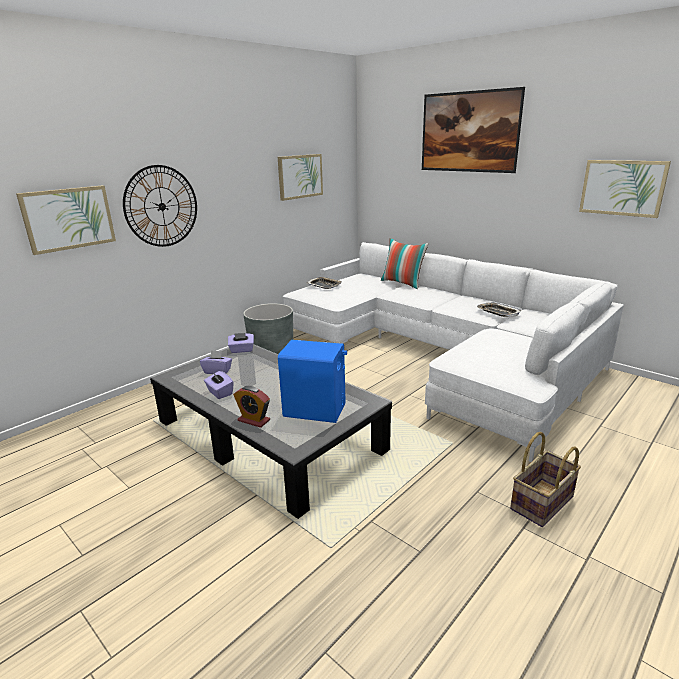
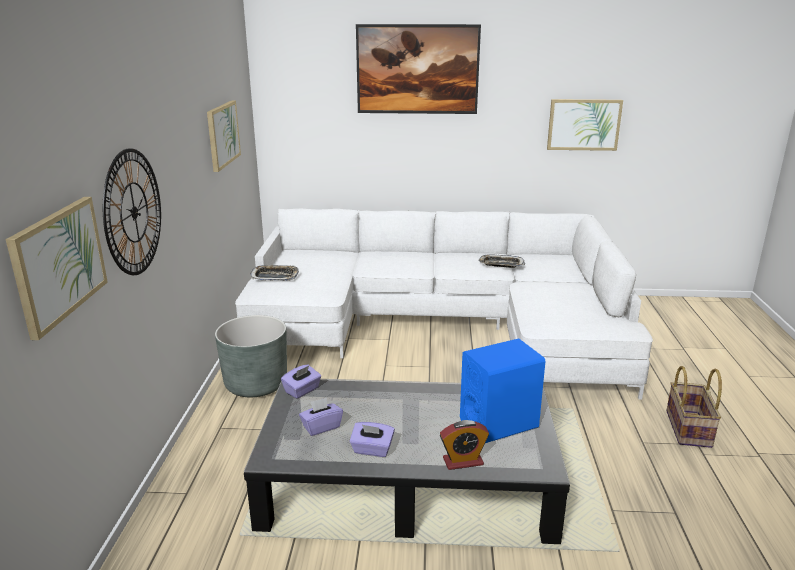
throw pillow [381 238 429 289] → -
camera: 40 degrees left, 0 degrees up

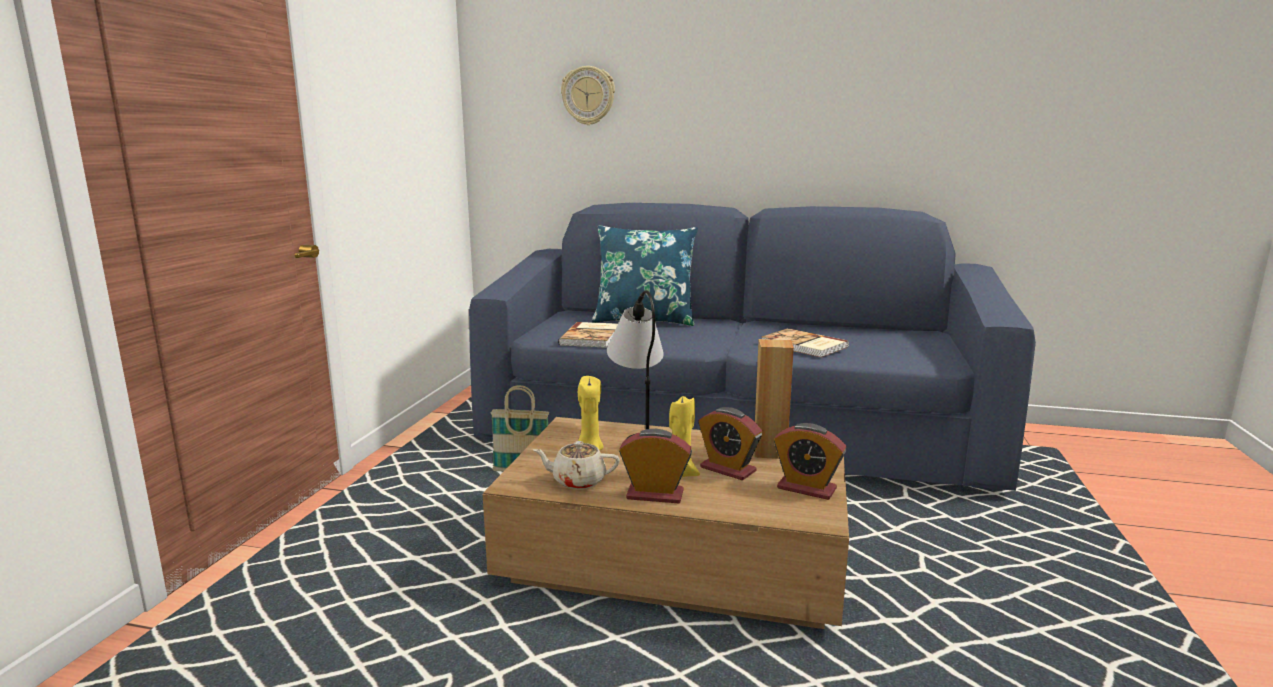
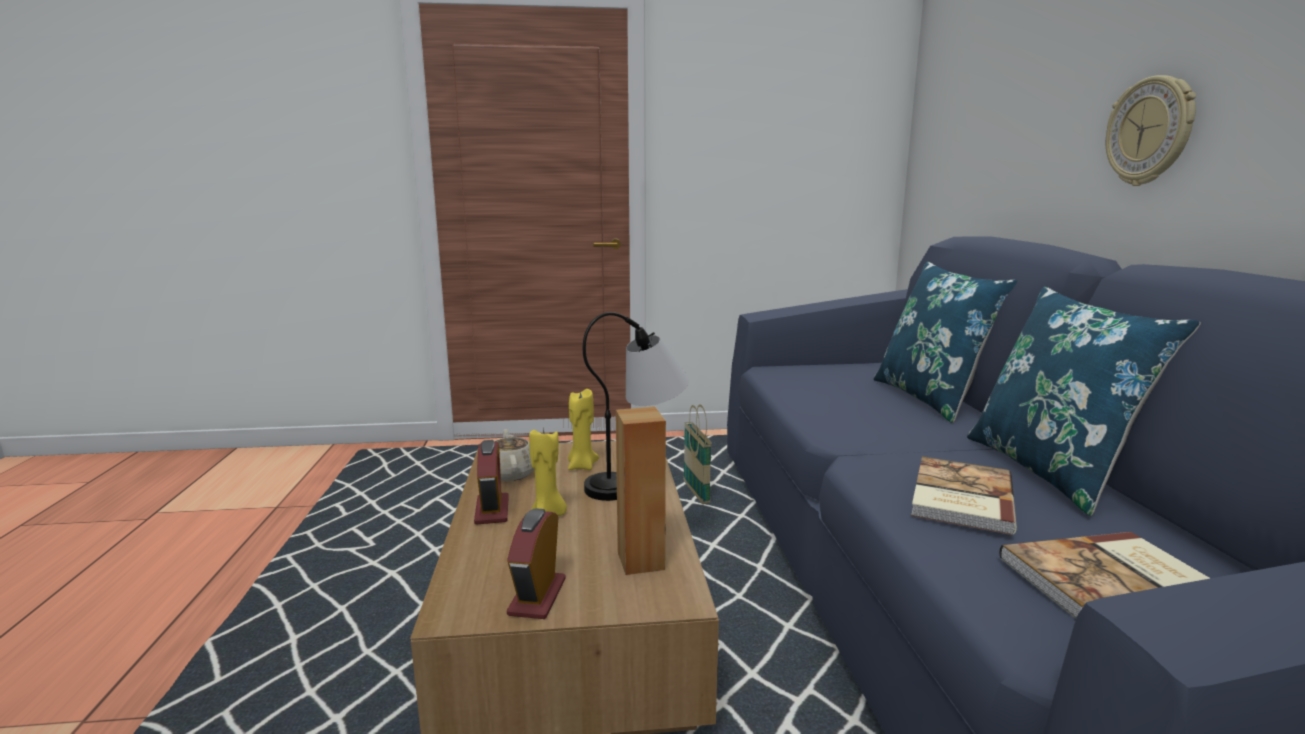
- → blue throw pillow [967 287 1201 516]
bound book [558 322 618 348] → bound book [999 532 1210 619], shifted
wall clock [561 66 615 125] → wall clock [1106 75 1196 186], shifted
bedside clock [698 407 762 481] → -
camera: 70 degrees right, 0 degrees up

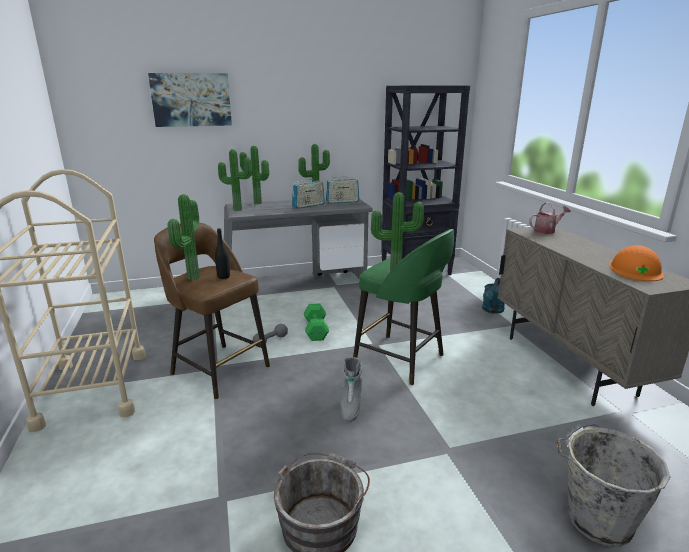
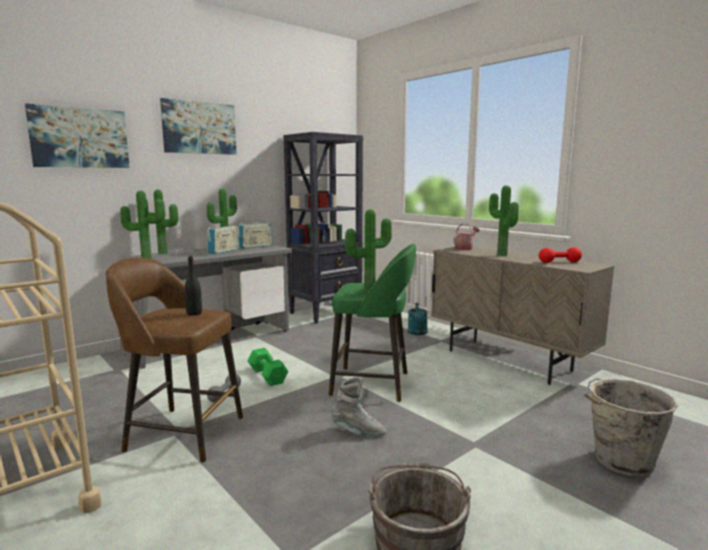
- → picture [160 98 237 155]
greyish high-top boot [340 357 362 422] → greyish high-top boot [331 377 386 436], 60 degrees counterclockwise
potted plant [168 194 200 280] → potted plant [489 185 519 256], shifted
orange safety helmet [609 245 664 281] → reddish free weight [539 247 582 263]
camera: 25 degrees left, 10 degrees down

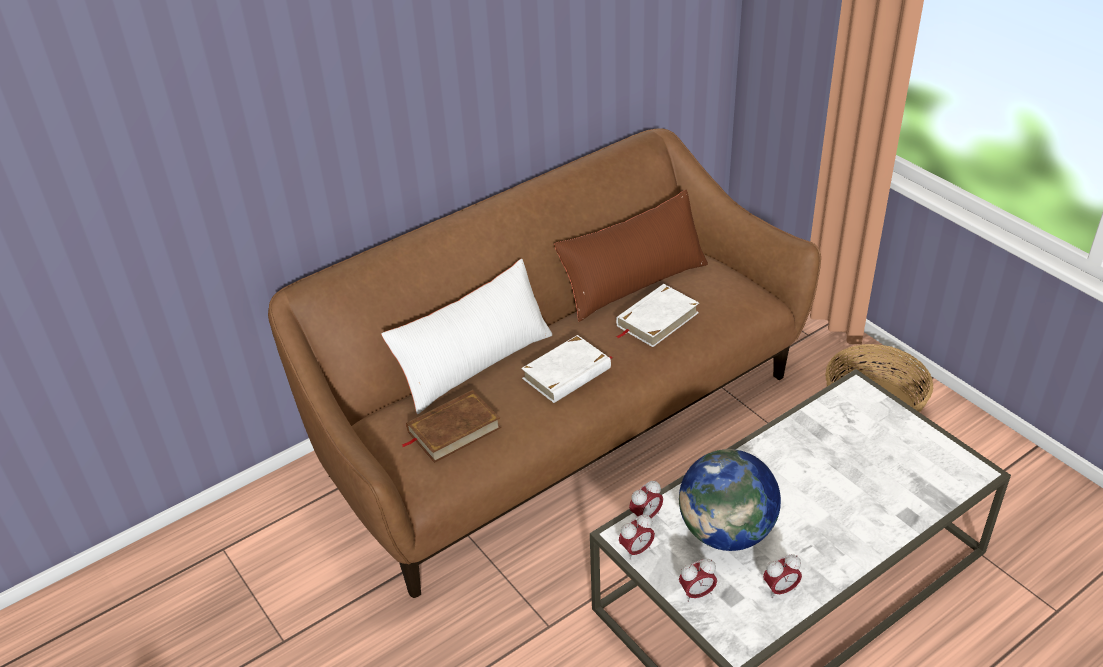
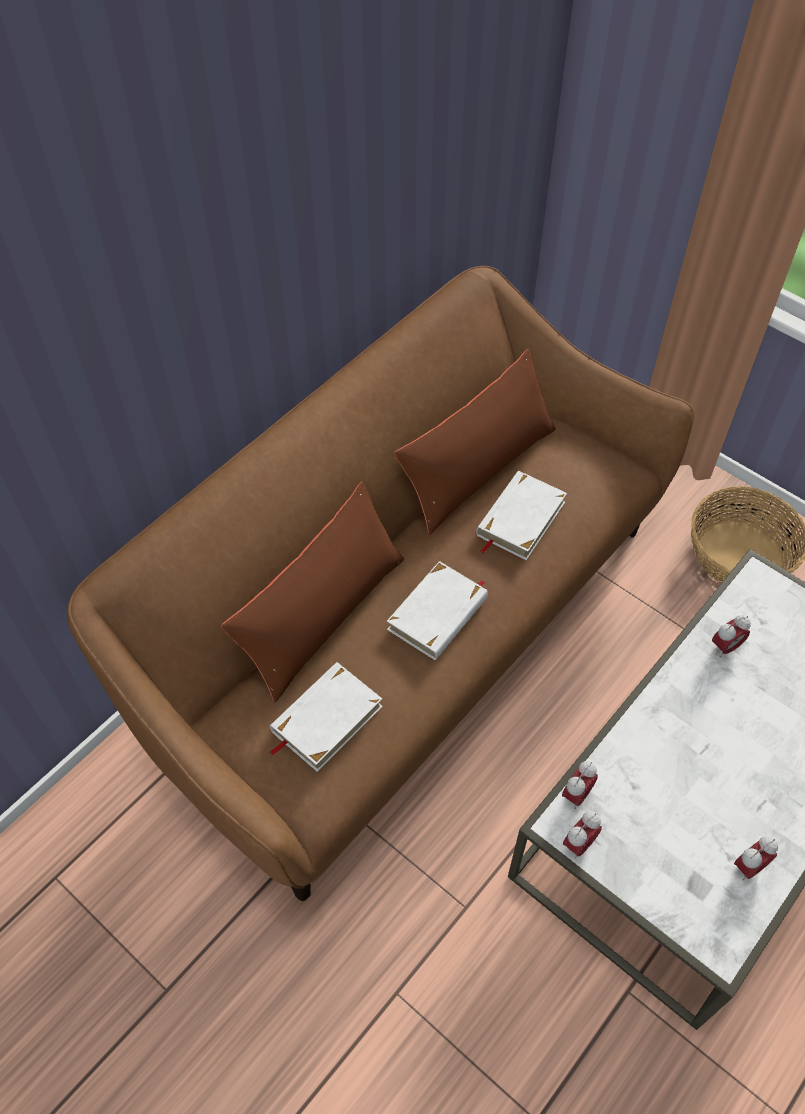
whitish throw pillow [381 259 553 414] → brown-coloured throw pillow [221 482 404 702]
brown-coloured bound book [402 390 501 463] → whitish bound book [269 662 383 772]
bedside clock [679 559 717 602] → bedside clock [712 615 751 657], shifted
desk globe [679 449 781 551] → -
camera: 15 degrees left, 15 degrees up

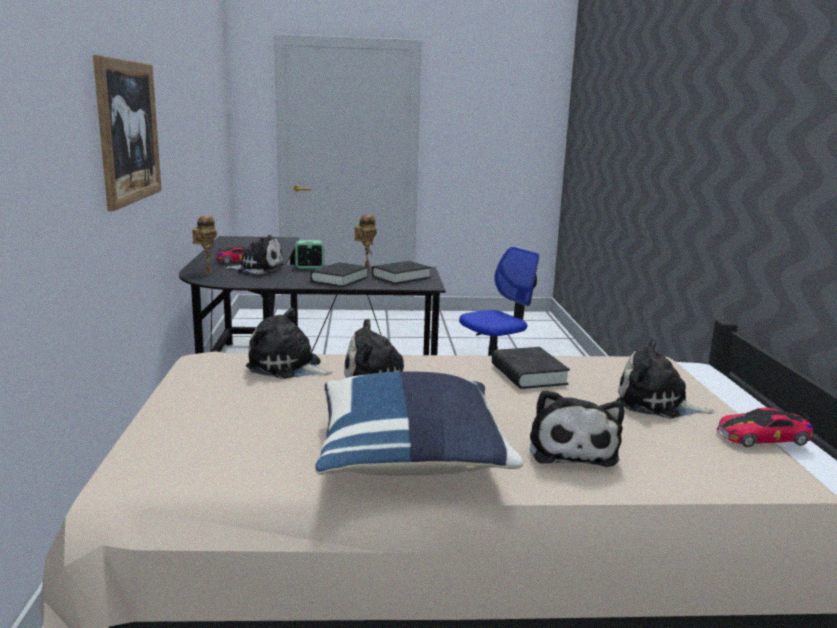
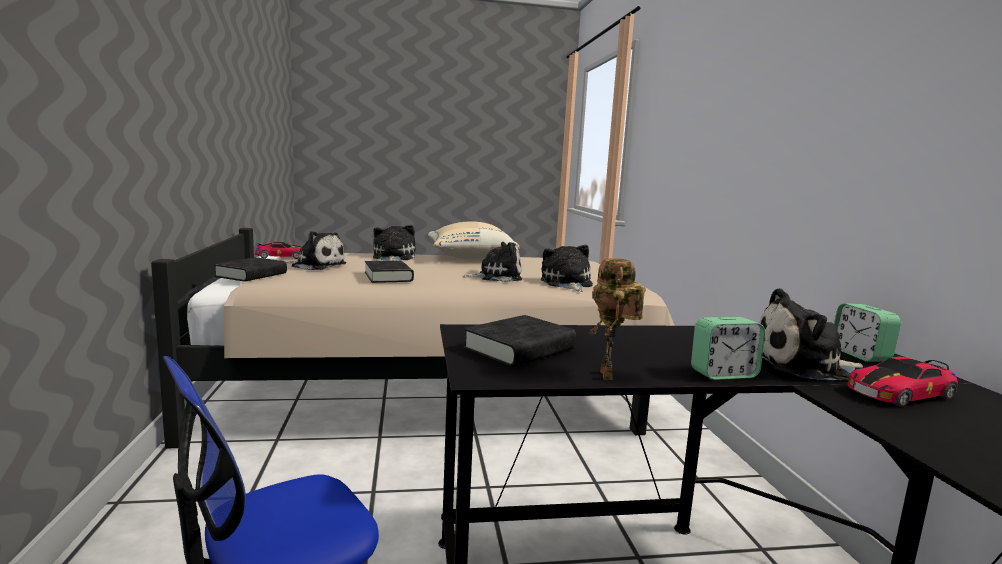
black bound book [310 262 368 287] → black bound book [214 257 287 282], shifted
blue throw pillow [315 372 523 476] → beige-coloured throw pillow [428 222 520 260]
plush toy [246 308 333 379] → plush toy [541 245 593 292], 120 degrees counterclockwise
model robot [192 216 217 274] → bedside clock [834 303 901 362]
picture [93 55 162 211] → -
camera: 175 degrees right, 5 degrees down

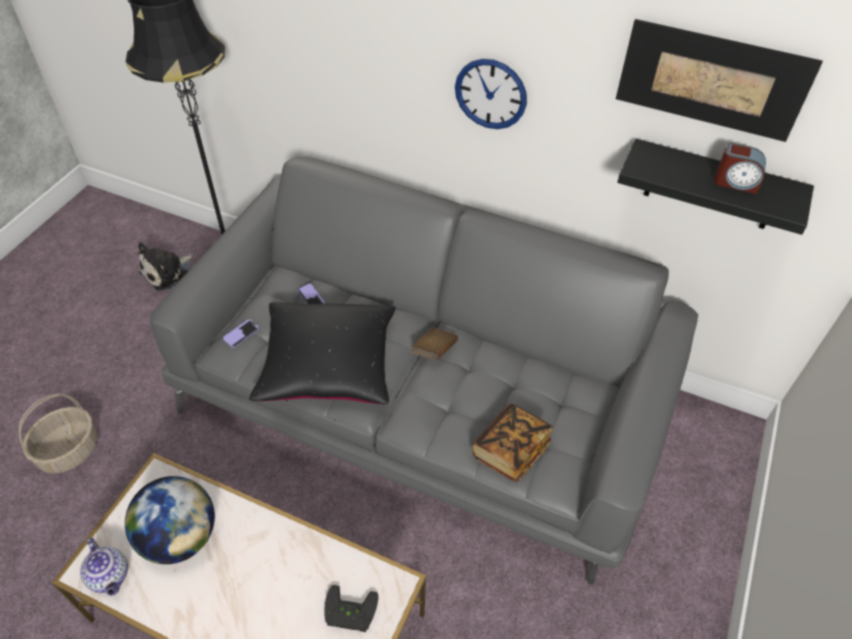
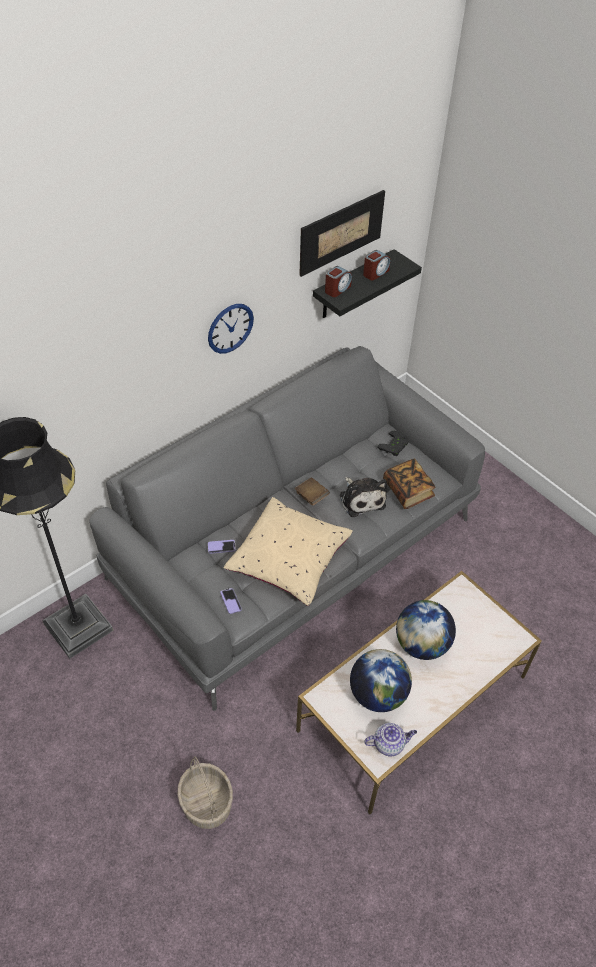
black throw pillow [249 302 396 404] → beige-coloured throw pillow [224 497 353 606]
- → bedside clock [325 266 352 297]
plush toy [138 242 193 291] → plush toy [340 477 387 517], shifted
black gamepad [324 585 378 632] → black gamepad [377 431 409 456], shifted
- → desk globe [396 600 456 660]
camera: 65 degrees left, 0 degrees up

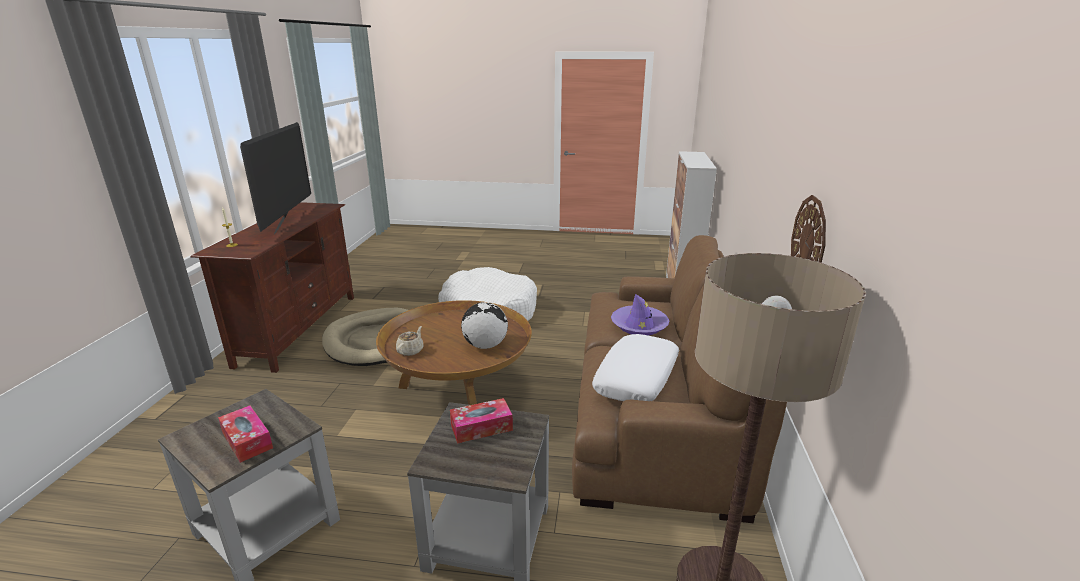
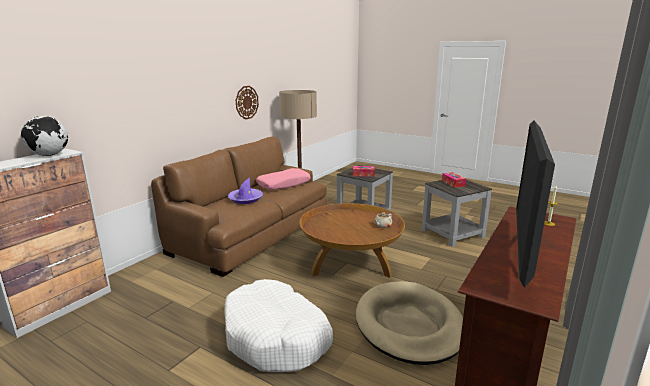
desk globe [461 302 508 349] → desk globe [21 116 68 156], shifted
whitish throw pillow [592 334 679 401] → pinkish throw pillow [256 168 311 190]
camera: 155 degrees left, 5 degrees down

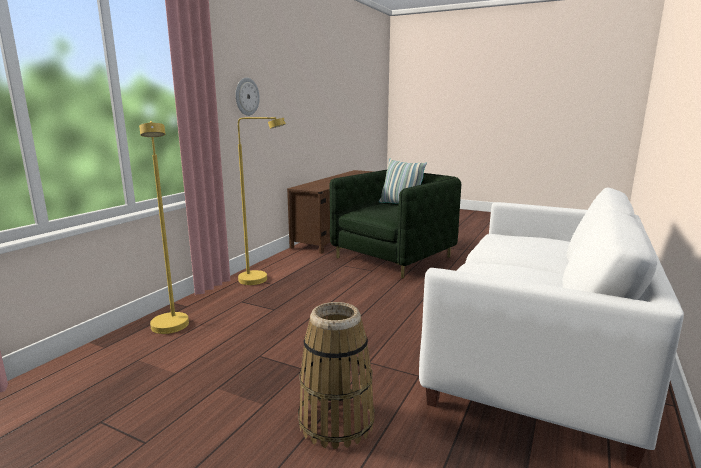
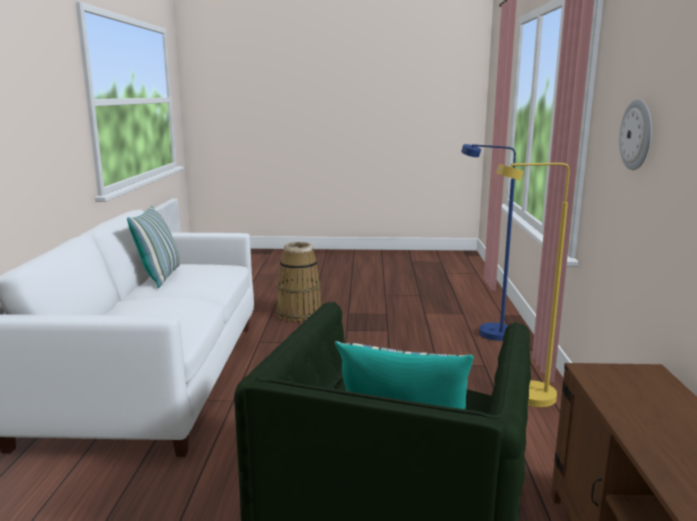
- → throw pillow [127 205 180 288]
yellow-coloured standard lamp [139 121 189 334] → blue standard lamp [461 144 516 341]
camera: 155 degrees right, 0 degrees up

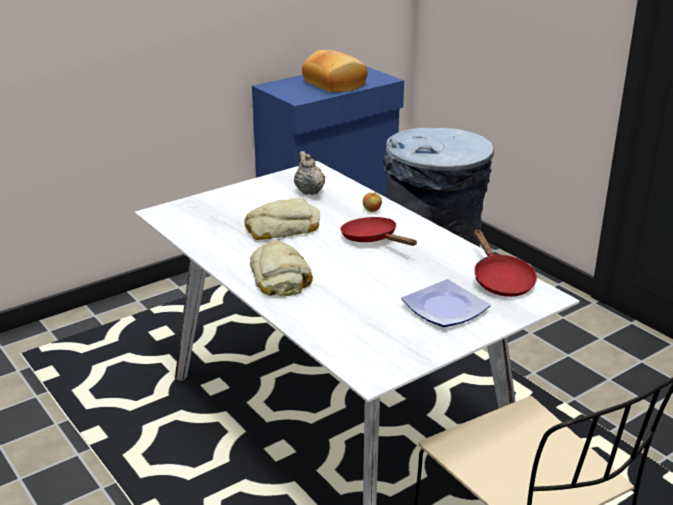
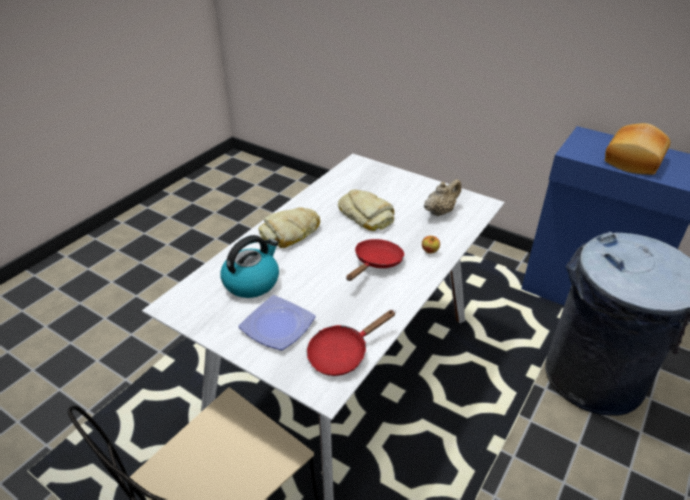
- → water kettle [221 235 279 298]
camera: 70 degrees right, 10 degrees up

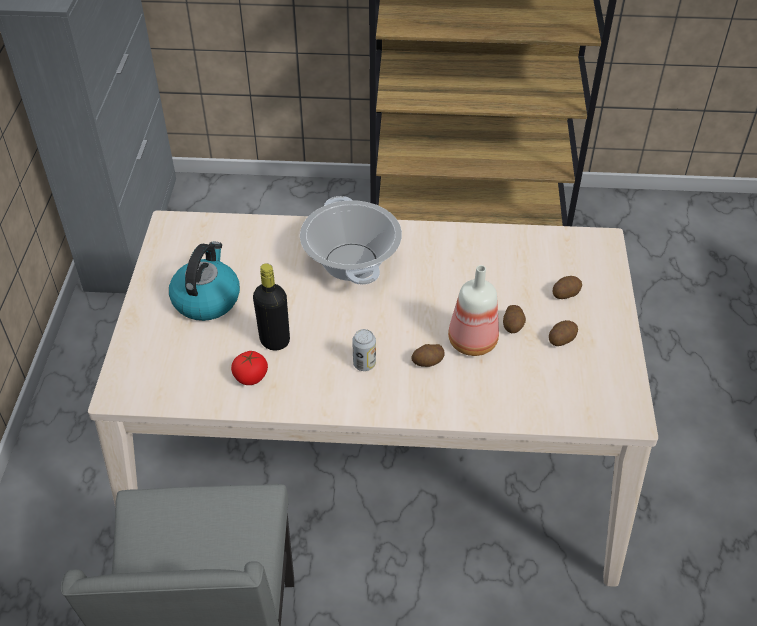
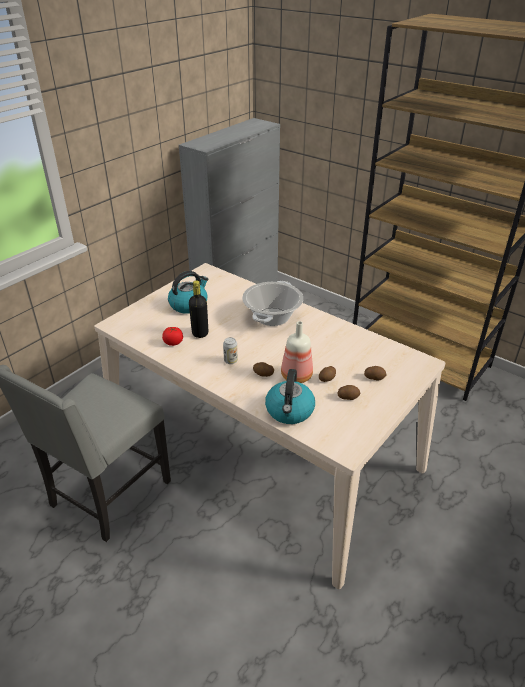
- → water kettle [265 369 315 424]
camera: 35 degrees right, 10 degrees down

